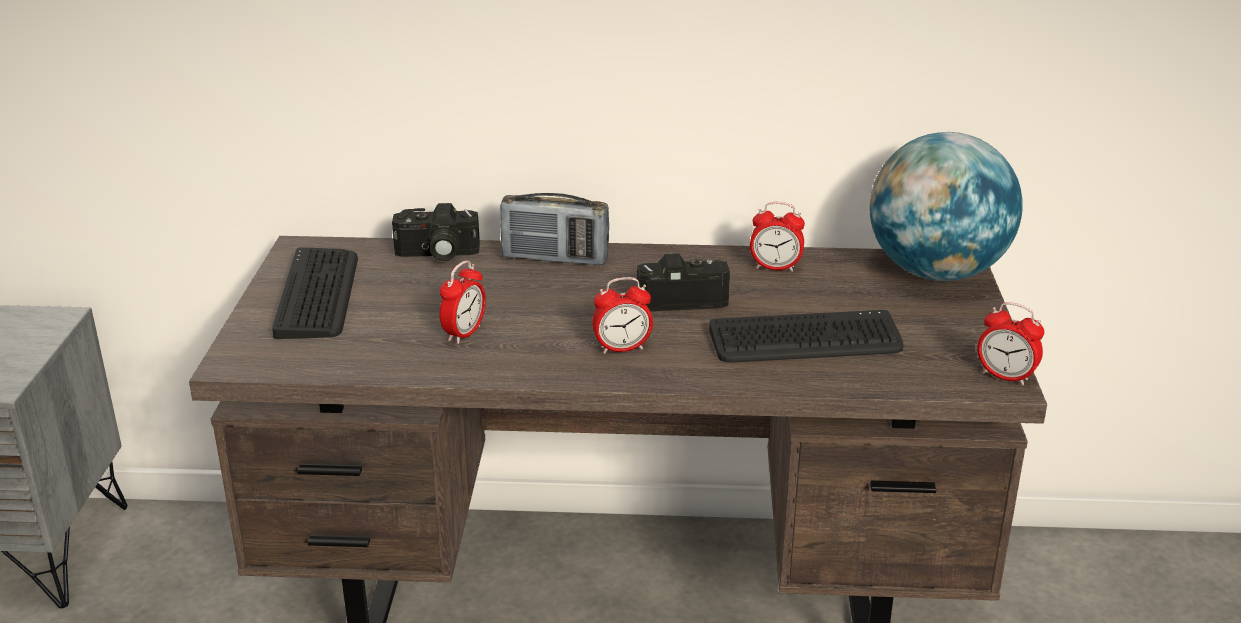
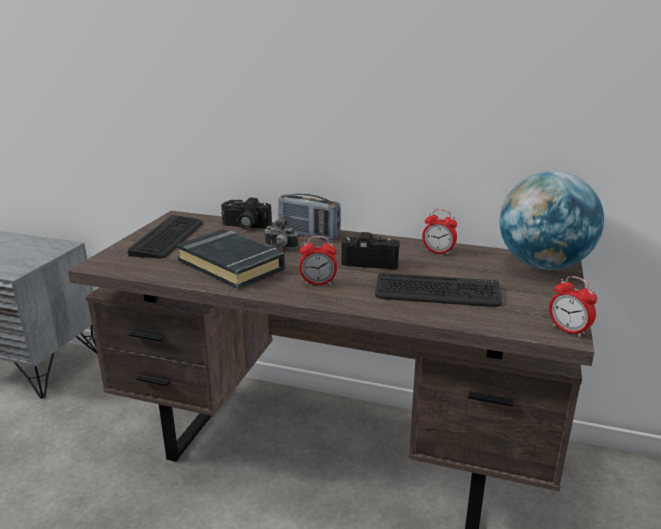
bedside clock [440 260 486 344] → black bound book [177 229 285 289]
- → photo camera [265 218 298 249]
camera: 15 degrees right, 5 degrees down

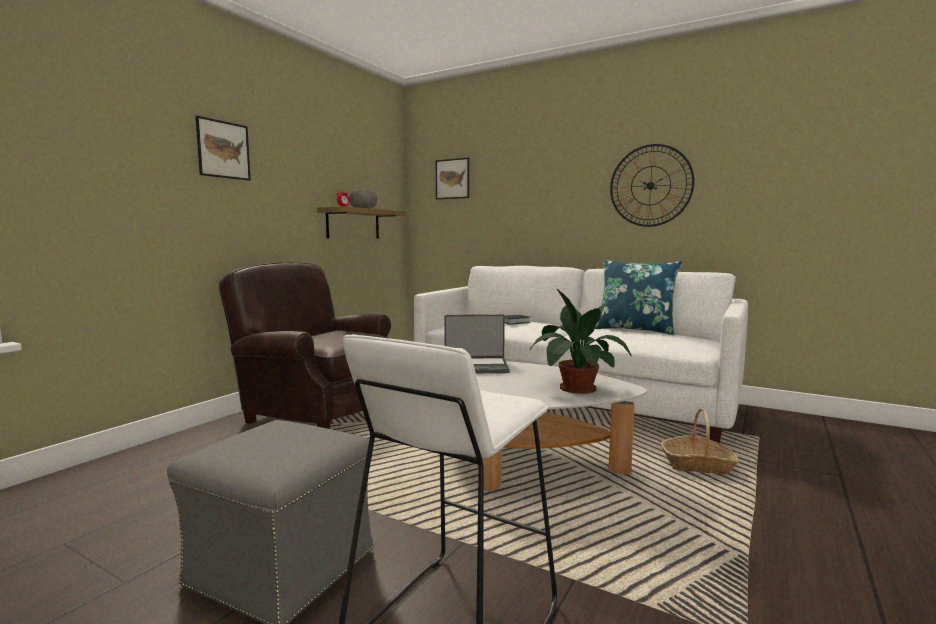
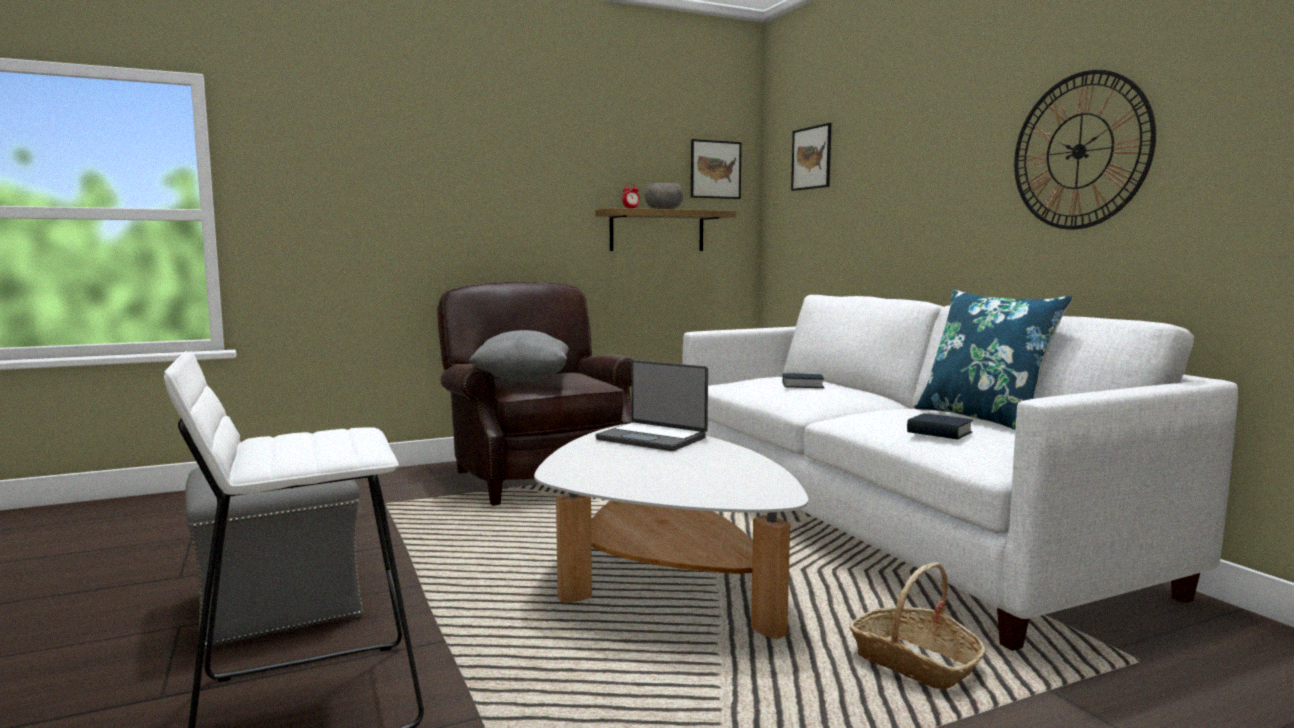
- → greyish throw pillow [469 330 569 382]
picture [195 116 251 181] → picture [691 139 742 199], shifted
- → bound book [907 413 973 439]
potted plant [529 289 632 394] → -
camera: 35 degrees right, 0 degrees up

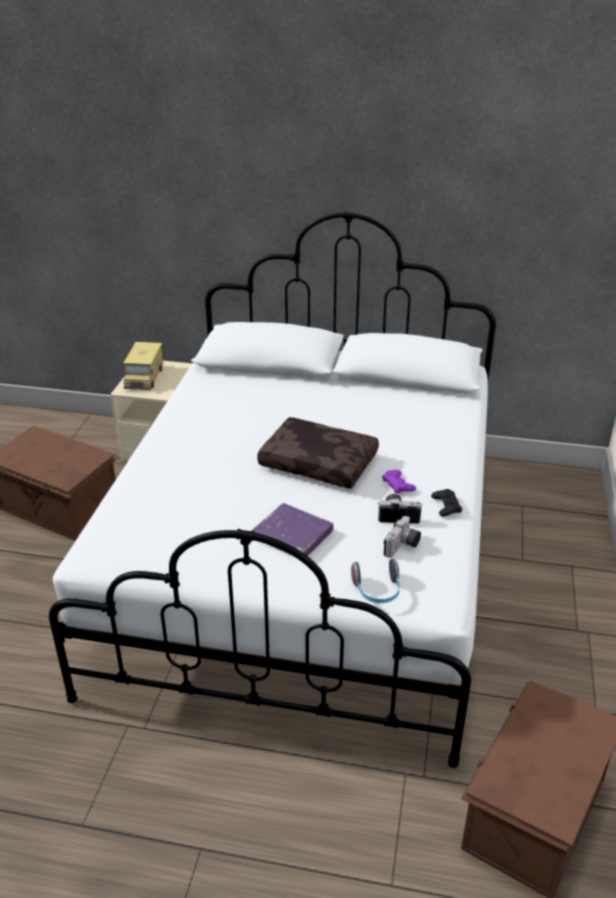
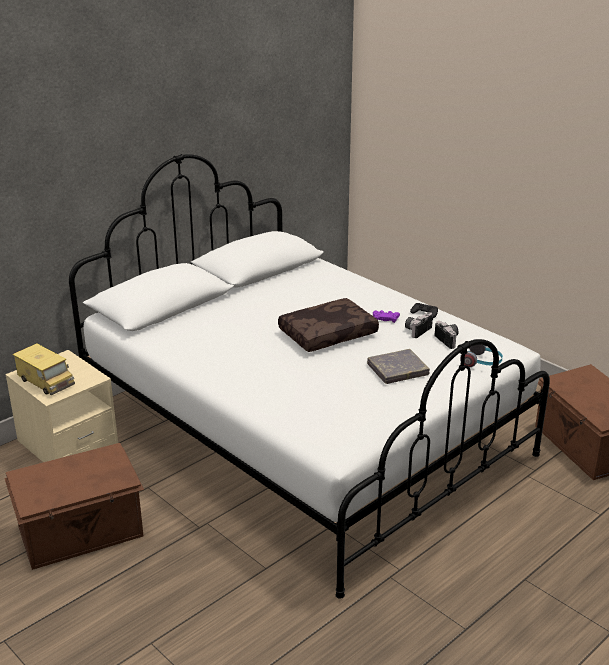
purplish bound book [252 503 333 556] → greyish bound book [367 349 430 384]
camera: 55 degrees left, 5 degrees down

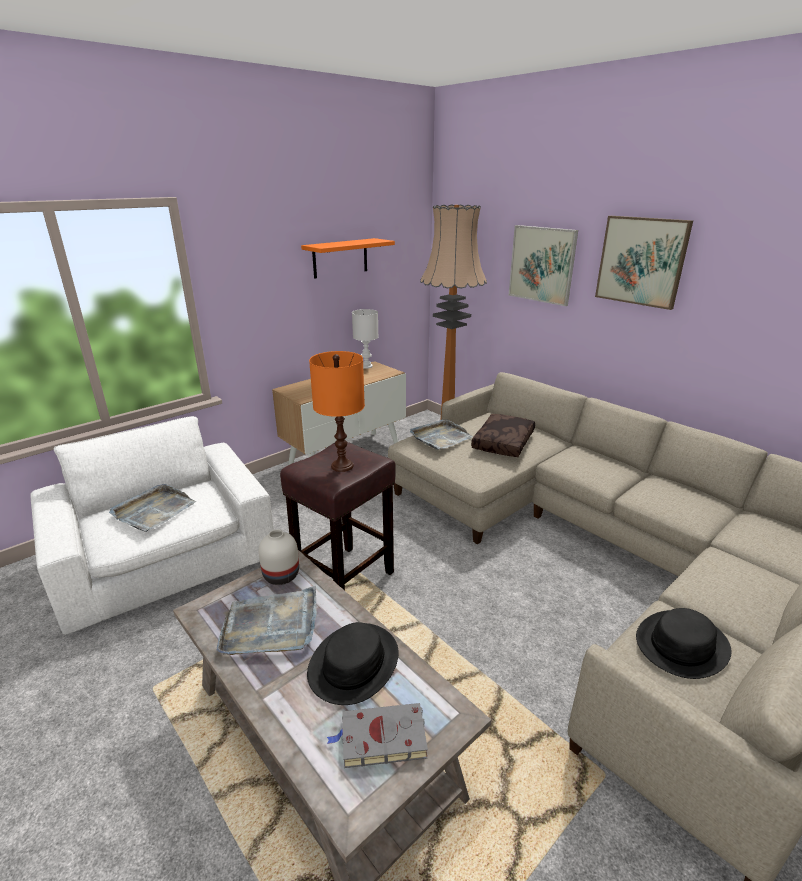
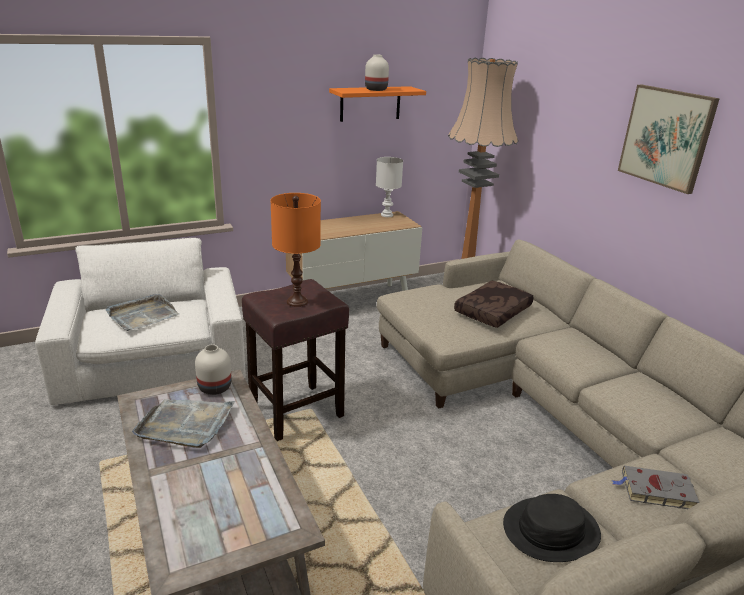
- → whitish decorative vase [365 54 389 91]
greyish bound book [327 703 428 768] → greyish bound book [612 466 700 509], shifted
black clothing hat [307 622 399 705] → -
greyish tray [410 419 473 450] → -
picture [509 225 578 306] → -
camera: 15 degrees right, 0 degrees up

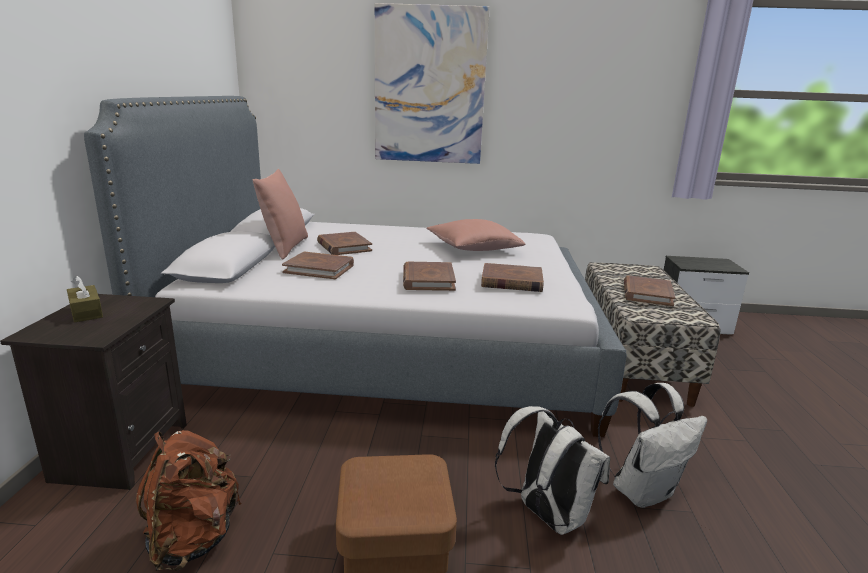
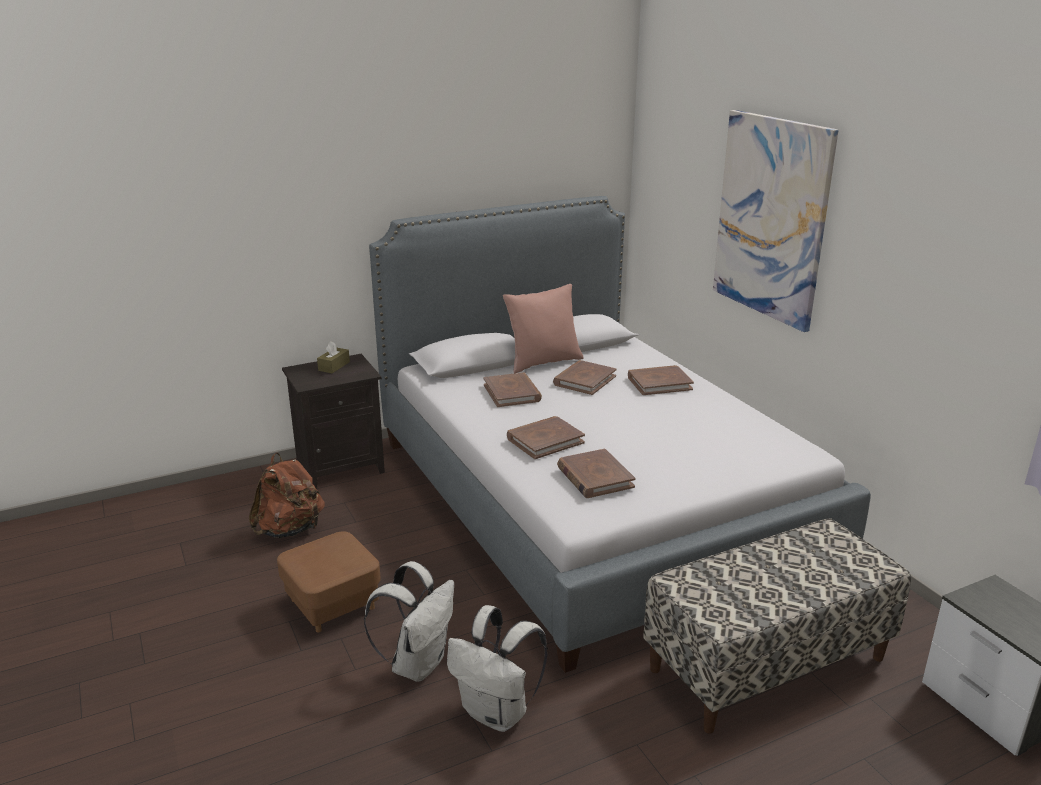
brown-coloured bound book [624 276 676 306] → brown-coloured bound book [628 365 694 395], shifted
pinkish throw pillow [426 219 526 251] → -
camera: 60 degrees right, 5 degrees up

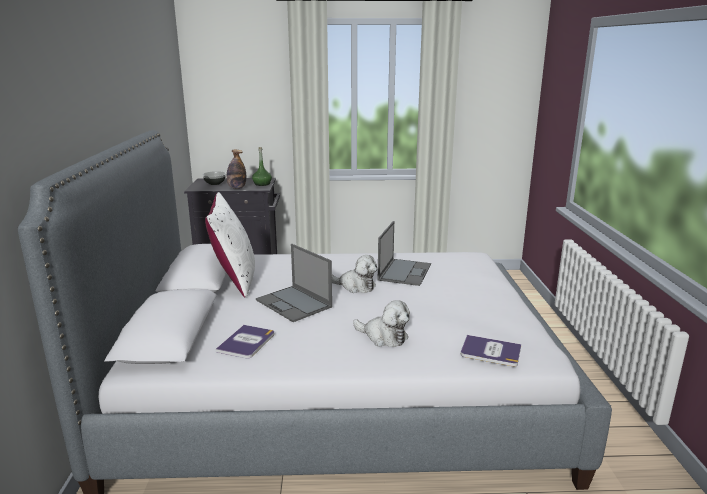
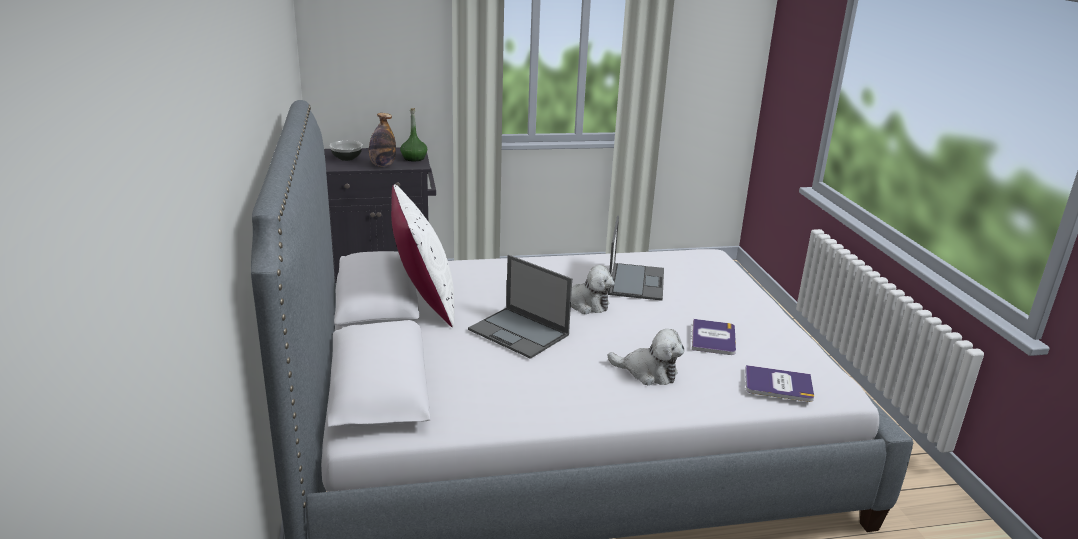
bound book [215 325 274 358] → bound book [692 319 736 355], shifted
camera: 10 degrees left, 5 degrees up

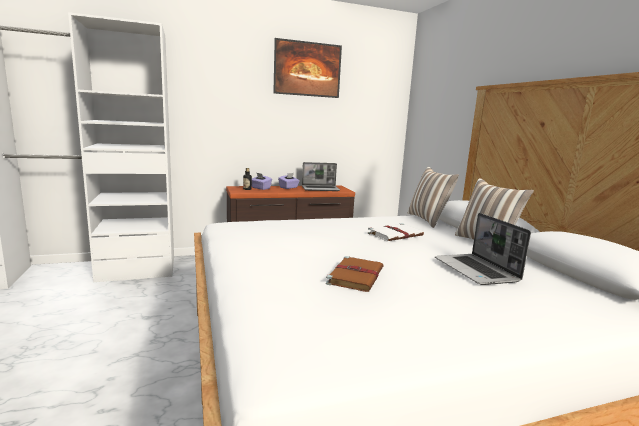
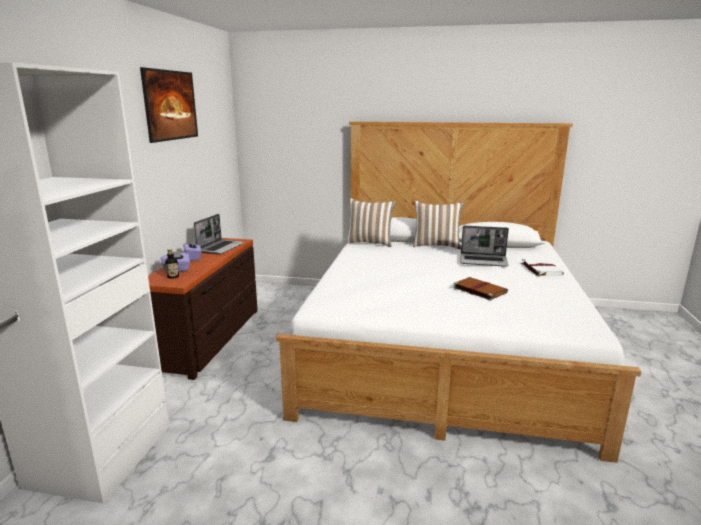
whitish bound book [368 223 424 241] → whitish bound book [521 259 564 277], shifted
camera: 60 degrees left, 5 degrees up

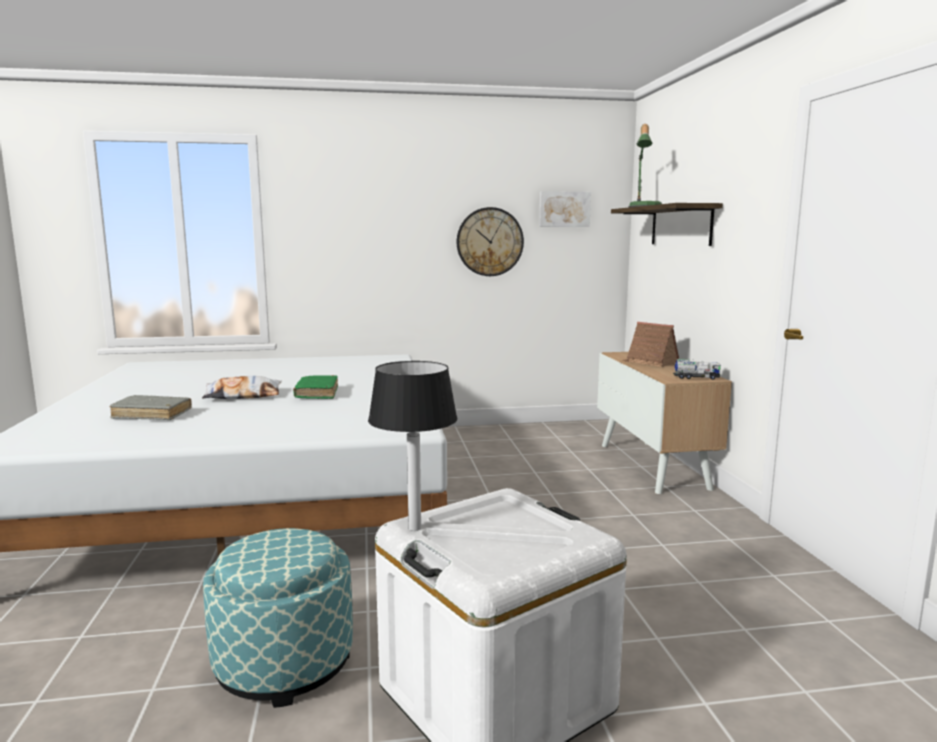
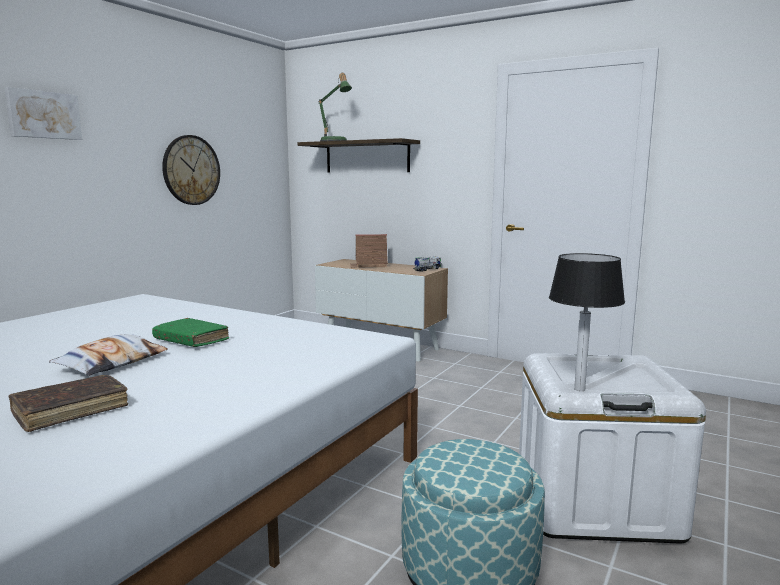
picture [539 191 591 227] → picture [4 87 82 140], shifted
greyish bound book [110 395 192 420] → brown-coloured bound book [8 375 128 432]
camera: 50 degrees left, 0 degrees up

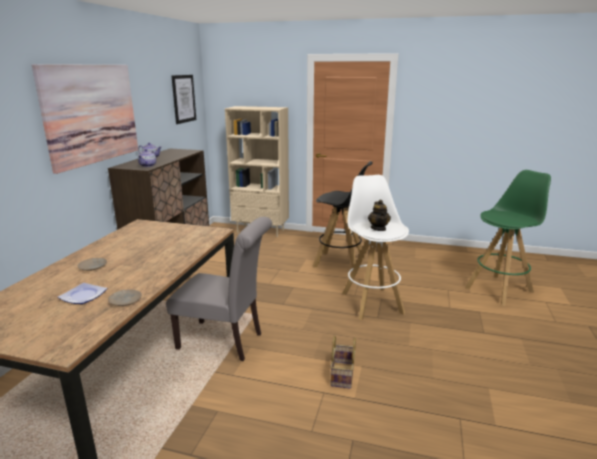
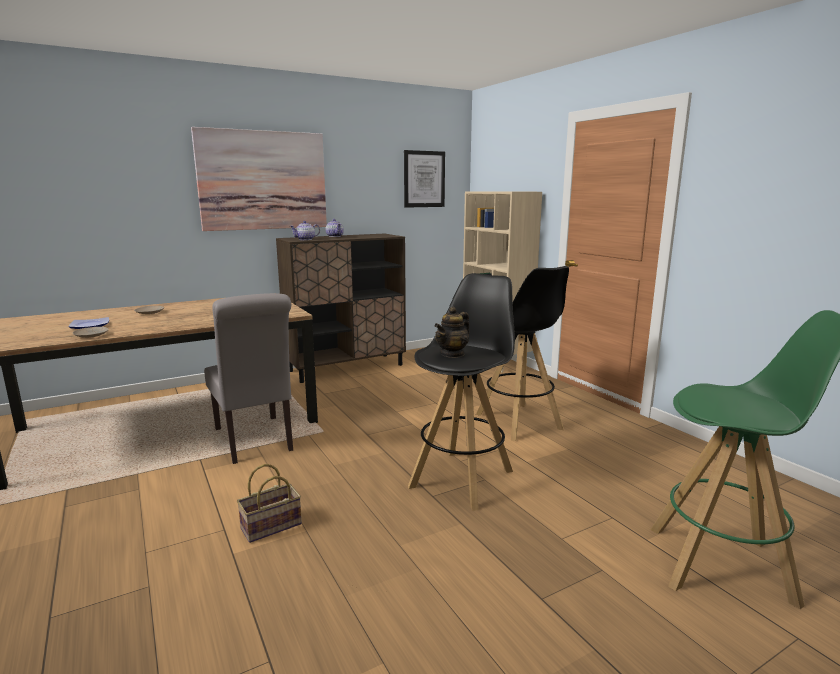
whitish stool seat [342 175 409 320] → black stool seat [408 273 515 511]
camera: 45 degrees right, 5 degrees down

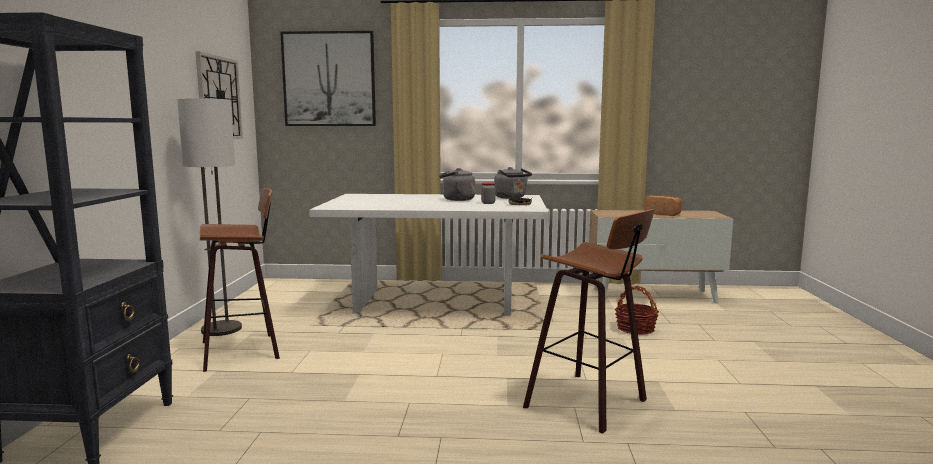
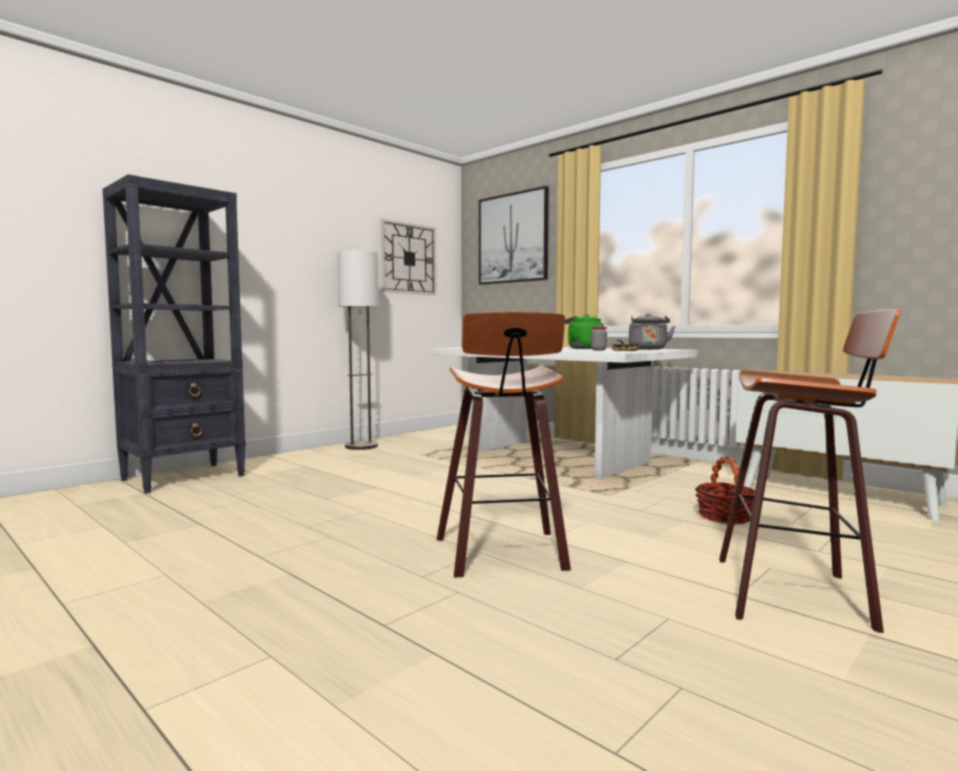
greyish water kettle [439 168 475 201] → green water kettle [565 314 604 349]
stool seat [200 188 280 372] → stool seat [719 309 901 633], shifted
bakery bread [644 196 682 216] → -
camera: 40 degrees right, 5 degrees down

